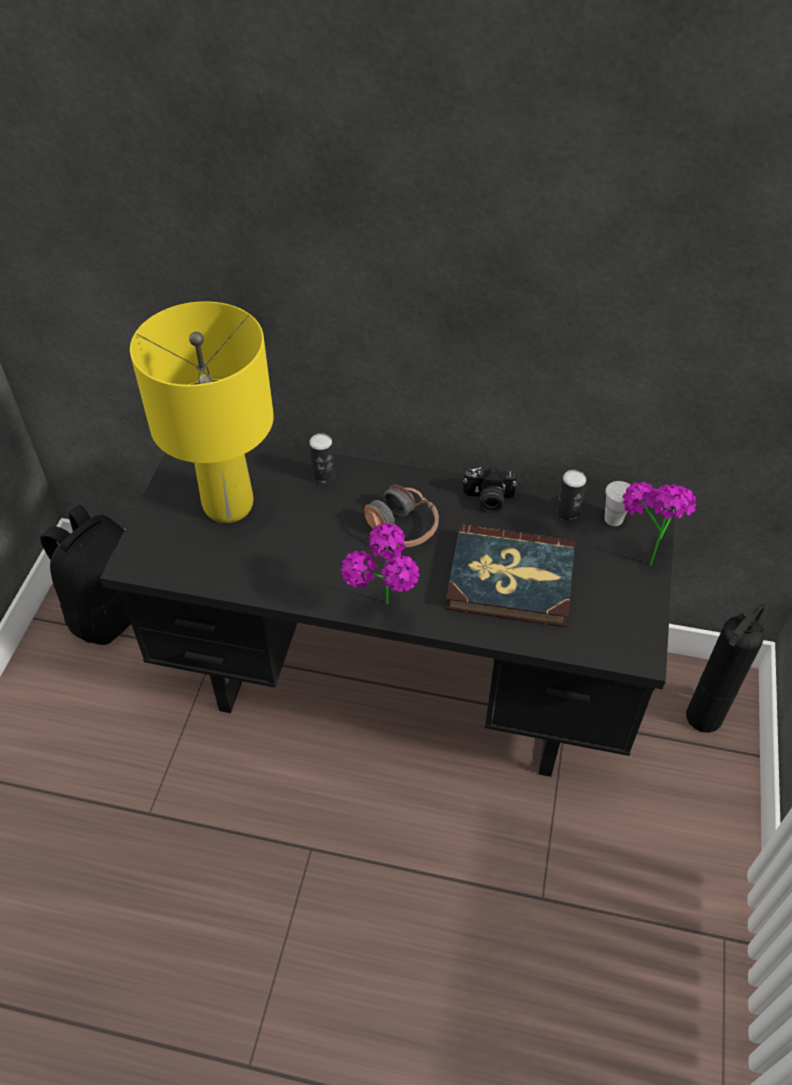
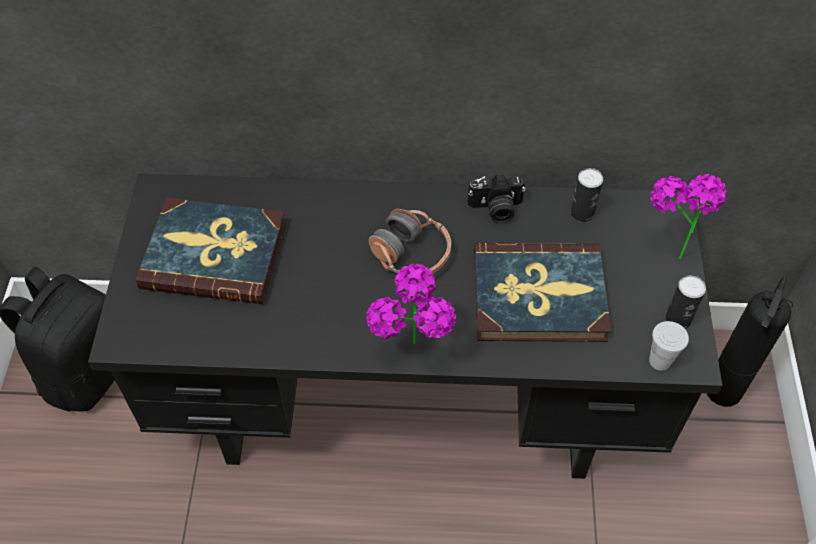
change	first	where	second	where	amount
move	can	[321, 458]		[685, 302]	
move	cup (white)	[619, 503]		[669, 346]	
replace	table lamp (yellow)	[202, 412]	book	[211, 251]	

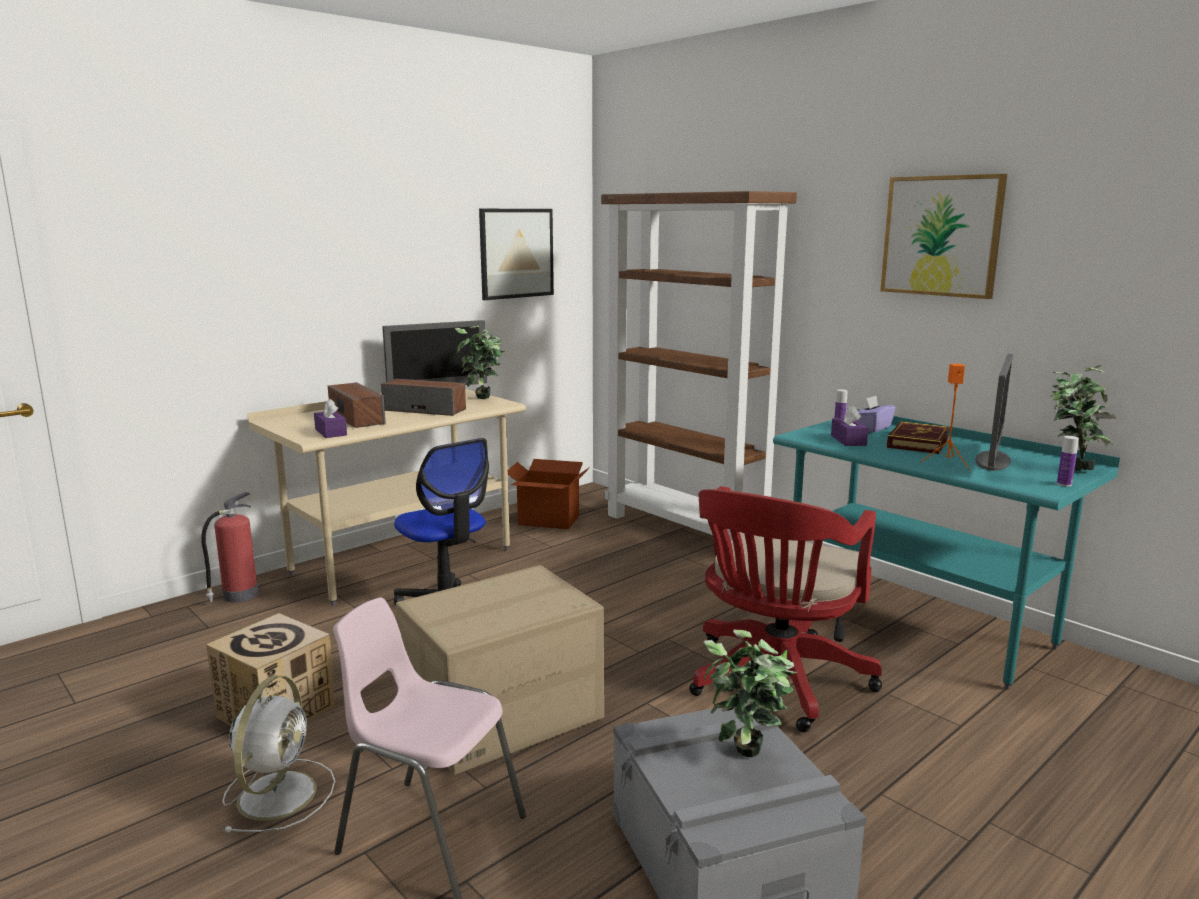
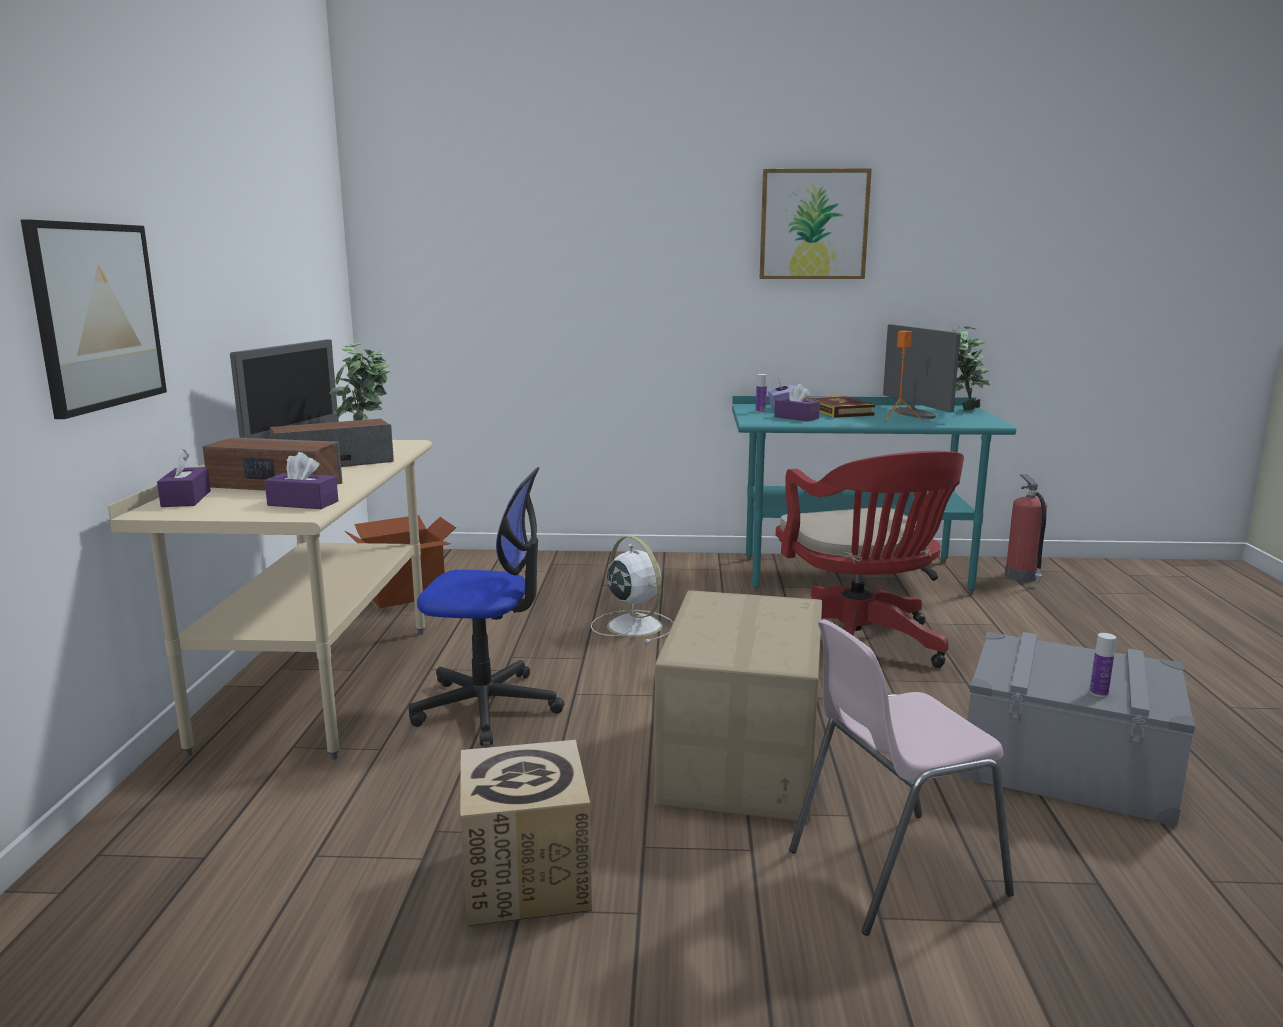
change	first	where	second	where	amount
delete	bookcase (brown)	[699, 366]			
delete	potted plant	[750, 693]			
insert			tissue box (purple)	[184, 478]	
move	fire extinguisher	[229, 547]		[1026, 528]	
move	fan (white)	[278, 754]		[632, 589]	
move	picture	[516, 254]		[94, 319]	
move	bottle	[1068, 461]		[1102, 665]	

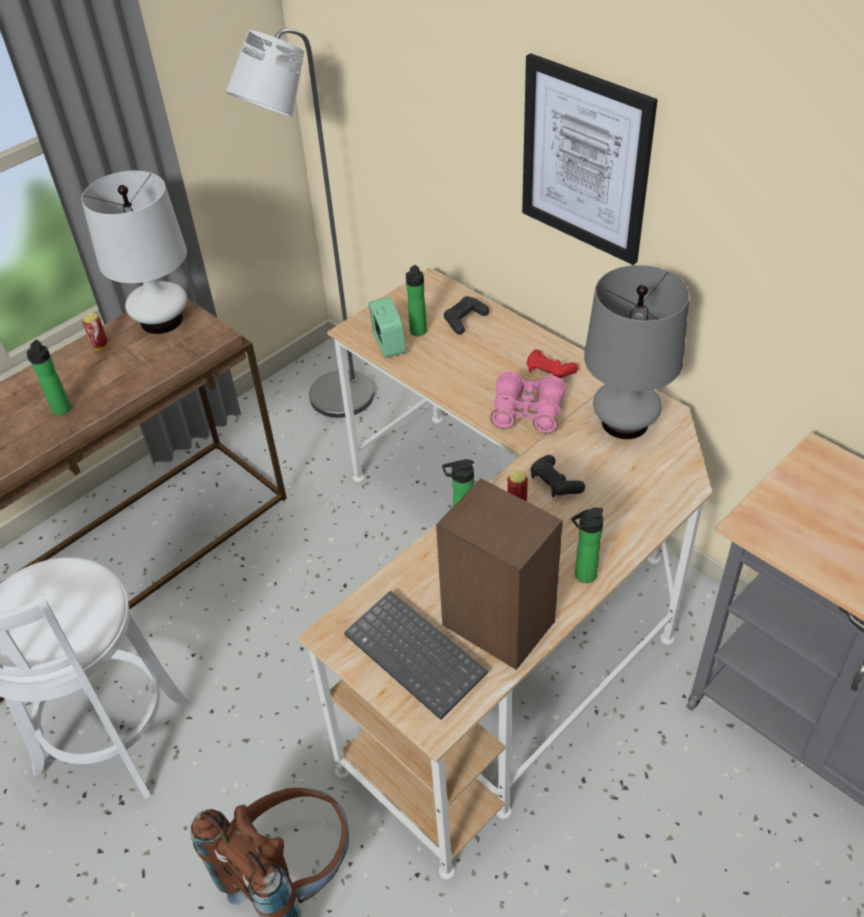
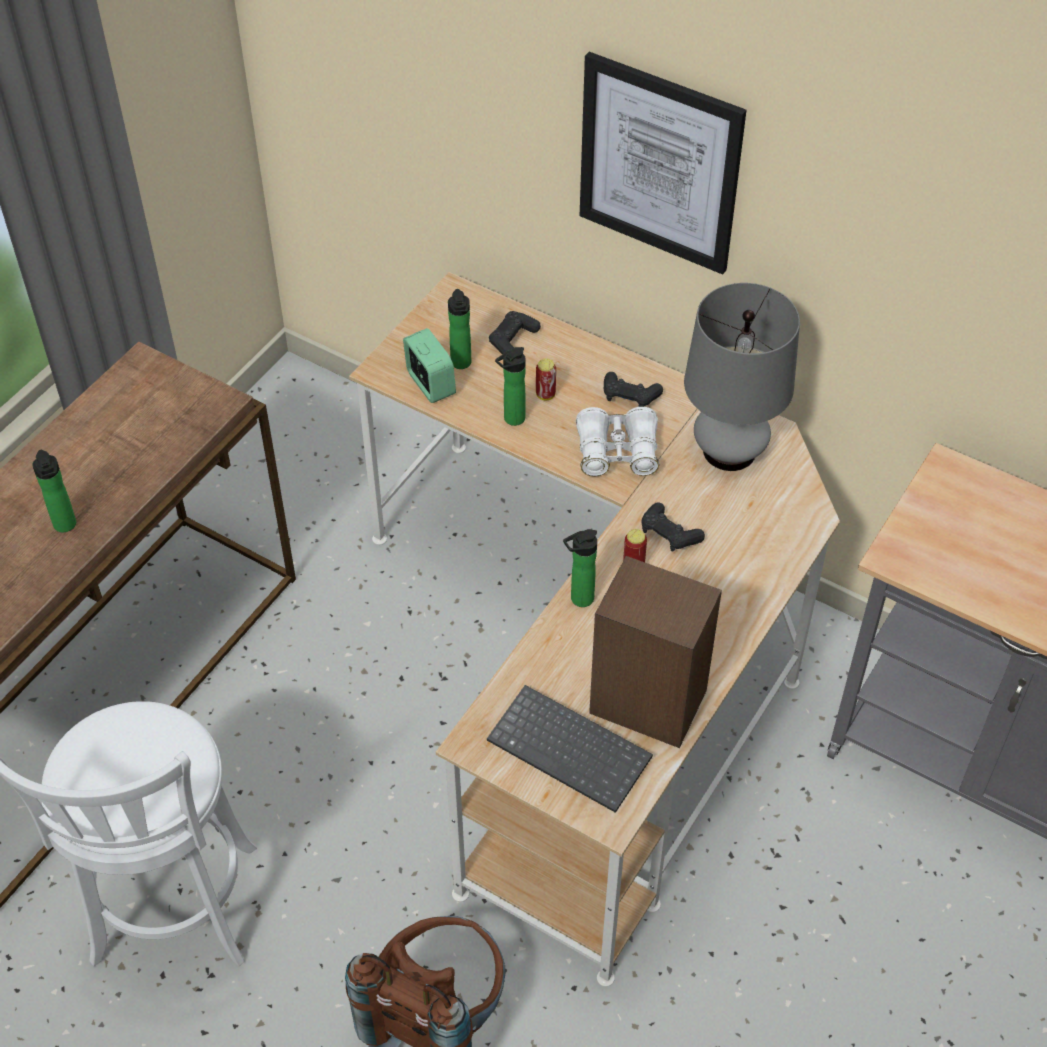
change	first	where	second	where	amount
delete	table lamp (white)	[134, 252]			
delete	floor lamp (grey)	[300, 223]			
move	can	[95, 331]		[546, 379]	
move	bottle	[587, 545]		[510, 386]	
recolor	binoculars (pink)	[528, 402]	binoculars (white)	[617, 442]	
recolor	game controller (red)	[552, 363]	game controller (black)	[633, 389]	

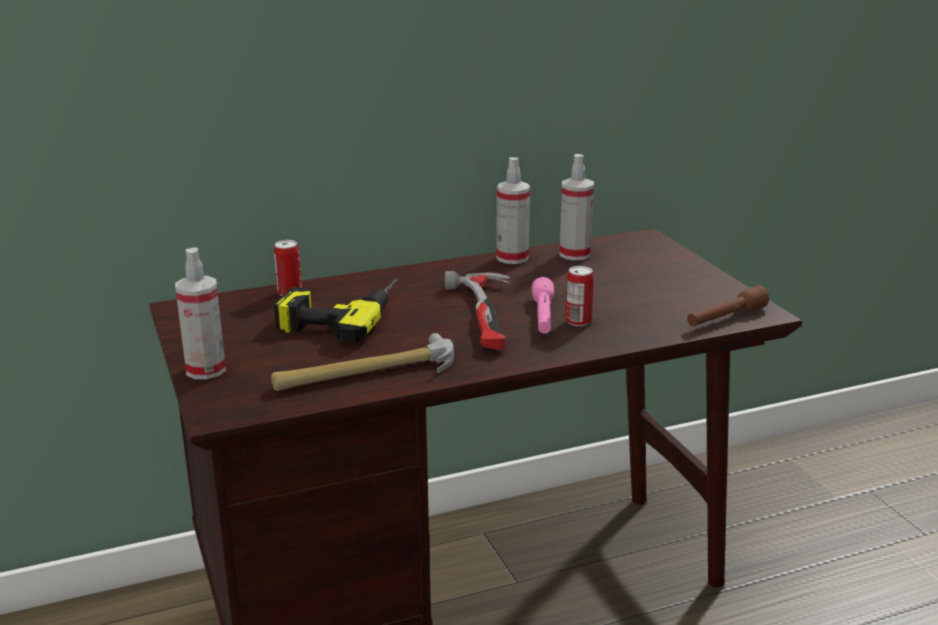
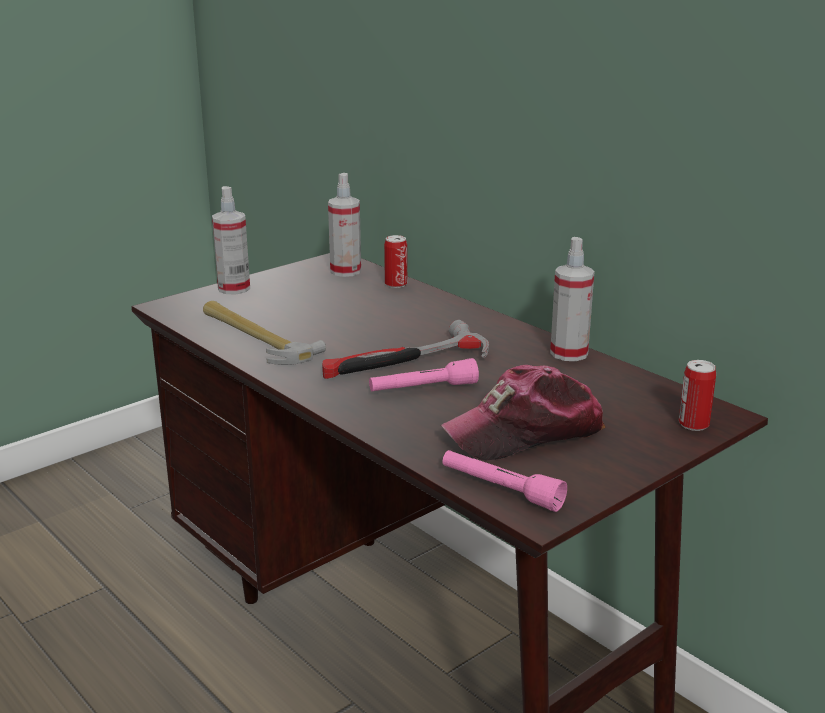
change	first	where	second	where	amount
delete	power drill	[336, 310]			
insert			cap	[523, 412]	
move	spray bottle	[577, 207]		[344, 225]	
move	can	[579, 296]		[697, 395]	
recolor	flashlight (brown)	[728, 305]	flashlight (pink)	[504, 481]	

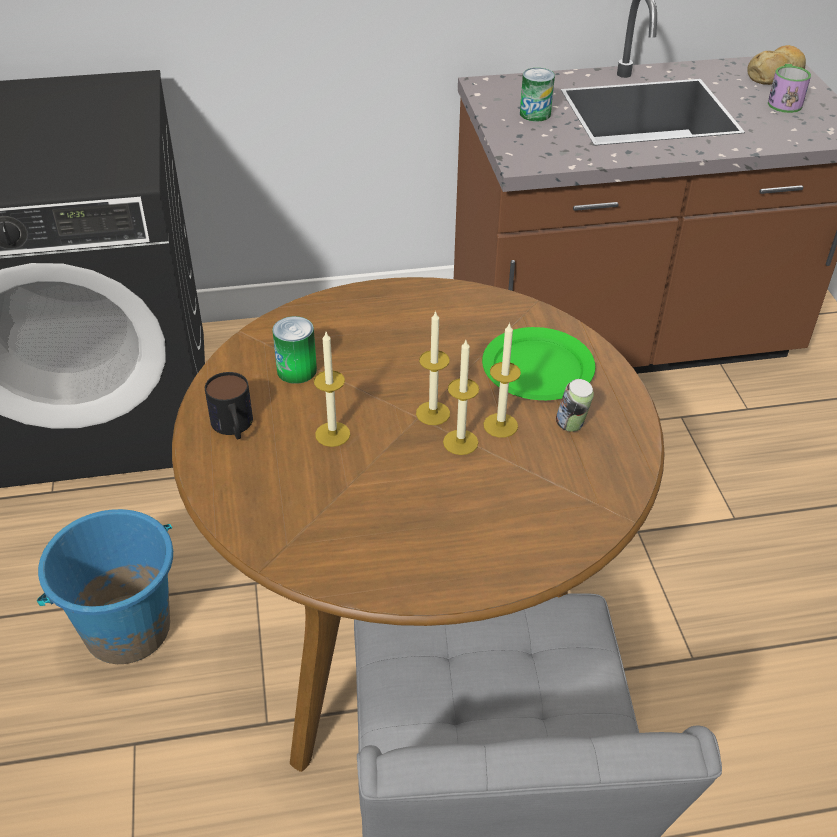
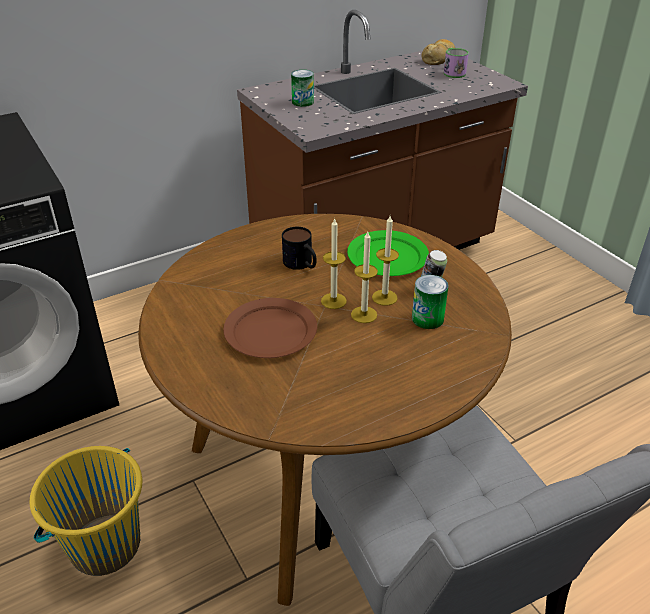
change	first	where	second	where	amount
move	mug	[229, 405]		[299, 248]	
move	can	[294, 350]		[430, 302]	
replace	candle	[332, 389]	plate (brown)	[270, 328]	
recolor	bucket (blue)	[105, 586]	bucket (yellow)	[86, 511]	

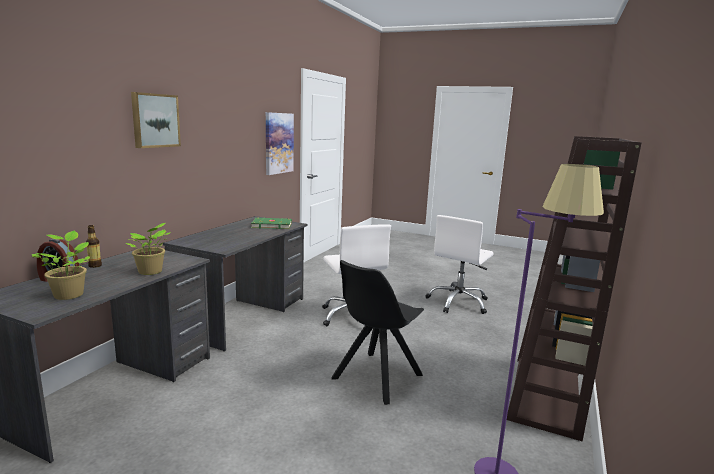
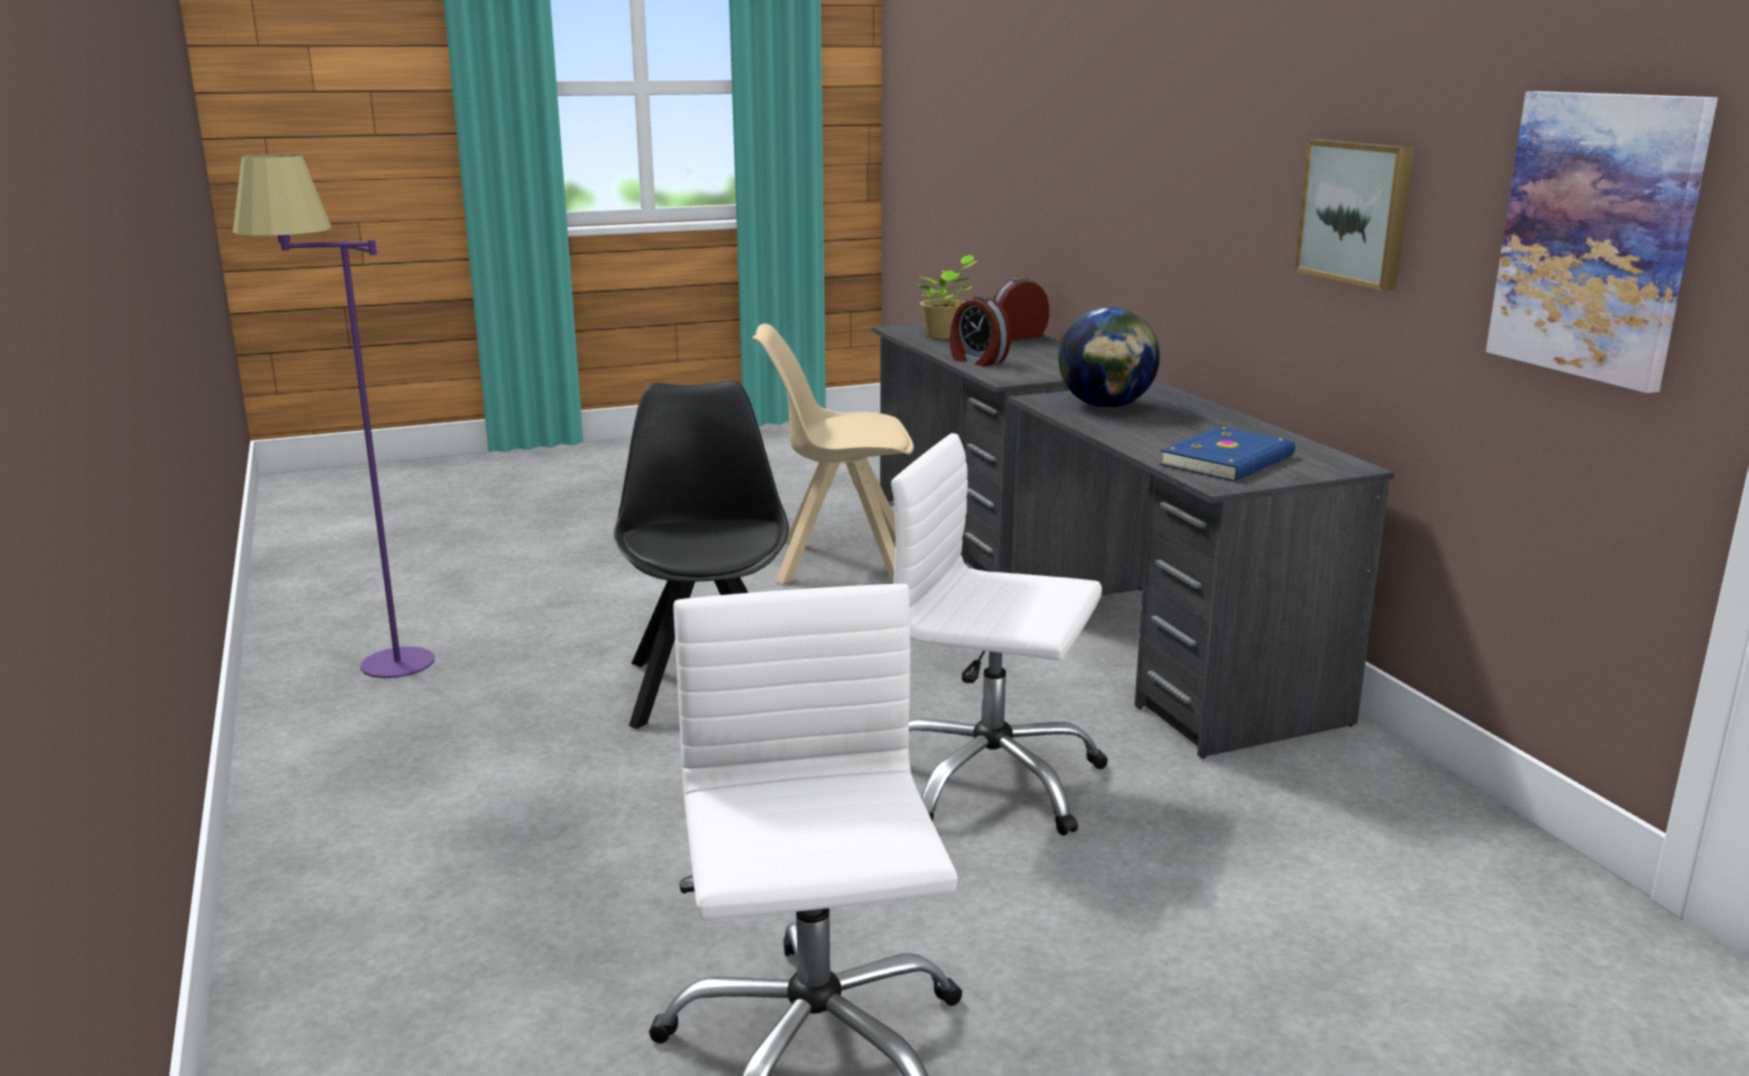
change	first	where	second	where	amount
delete	bottle	[94, 246]			
delete	bookcase (brown)	[574, 288]			
insert			chair (beige)	[833, 454]	
insert			globe	[1109, 357]	
move	picture	[156, 120]		[1354, 215]	
replace	potted plant	[148, 249]	alarm clock	[980, 331]	
recolor	book (green)	[271, 223]	book (blue)	[1227, 454]	

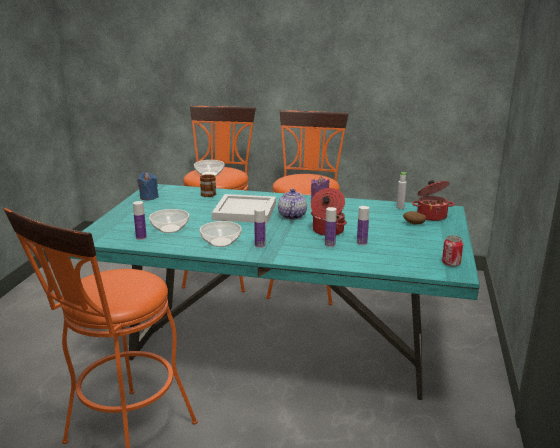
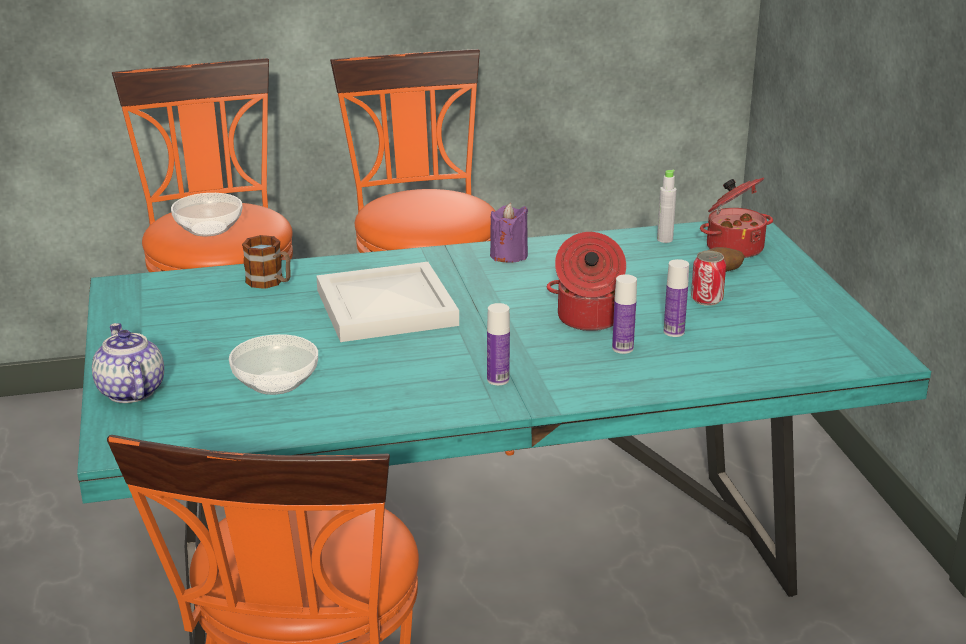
change	first	where	second	where	amount
delete	bottle	[140, 220]			
delete	candle (blue)	[148, 186]			
delete	bowl	[221, 234]			
move	teapot	[292, 204]		[128, 363]	
move	can	[452, 251]		[708, 278]	

